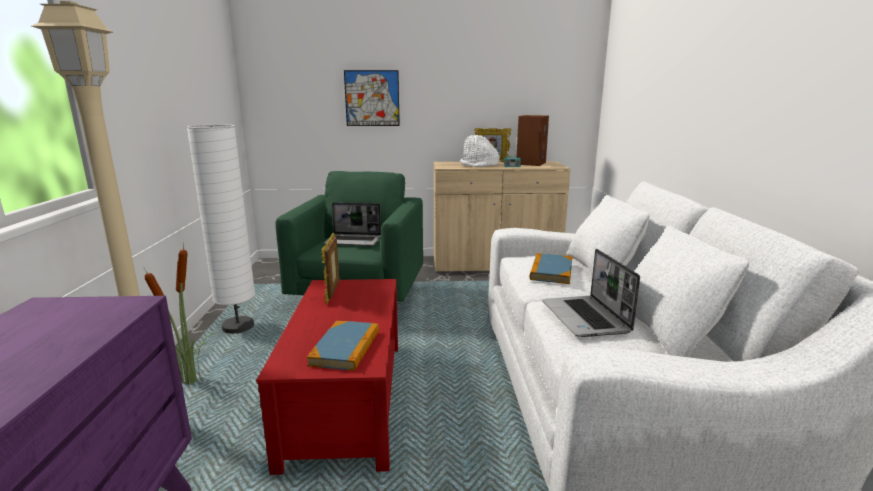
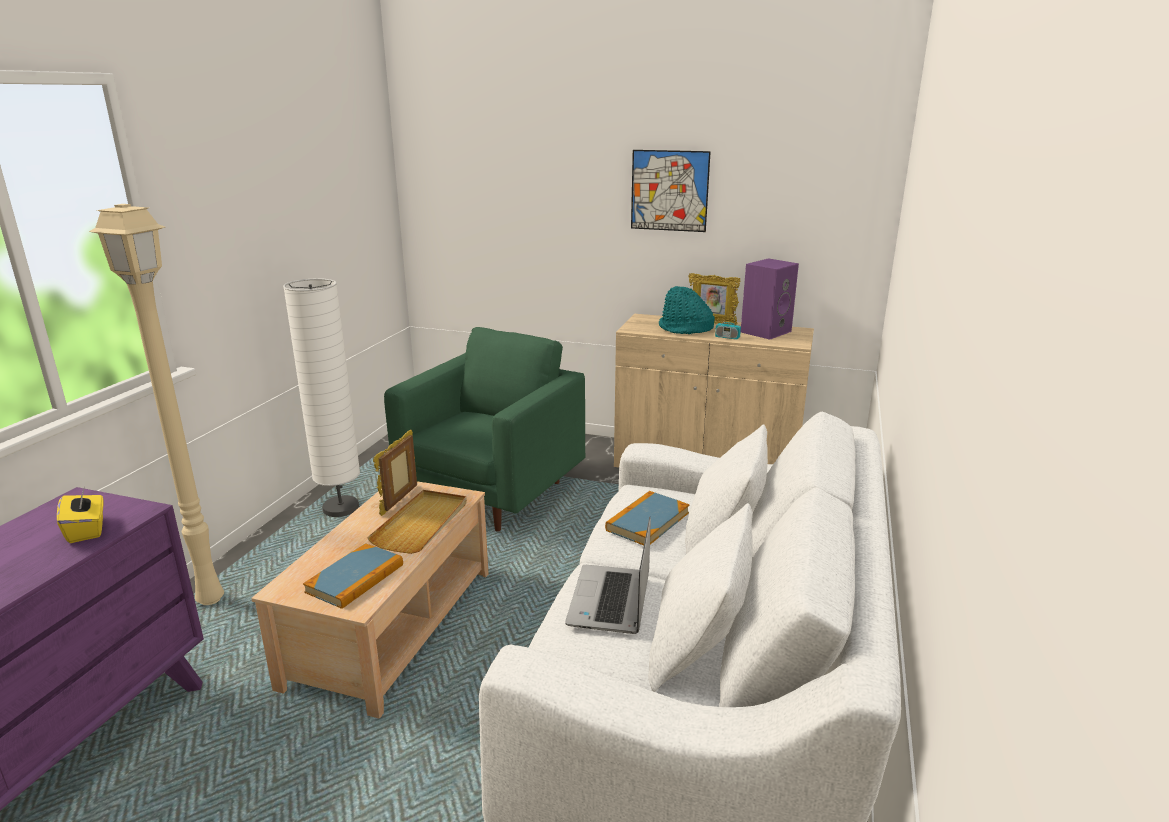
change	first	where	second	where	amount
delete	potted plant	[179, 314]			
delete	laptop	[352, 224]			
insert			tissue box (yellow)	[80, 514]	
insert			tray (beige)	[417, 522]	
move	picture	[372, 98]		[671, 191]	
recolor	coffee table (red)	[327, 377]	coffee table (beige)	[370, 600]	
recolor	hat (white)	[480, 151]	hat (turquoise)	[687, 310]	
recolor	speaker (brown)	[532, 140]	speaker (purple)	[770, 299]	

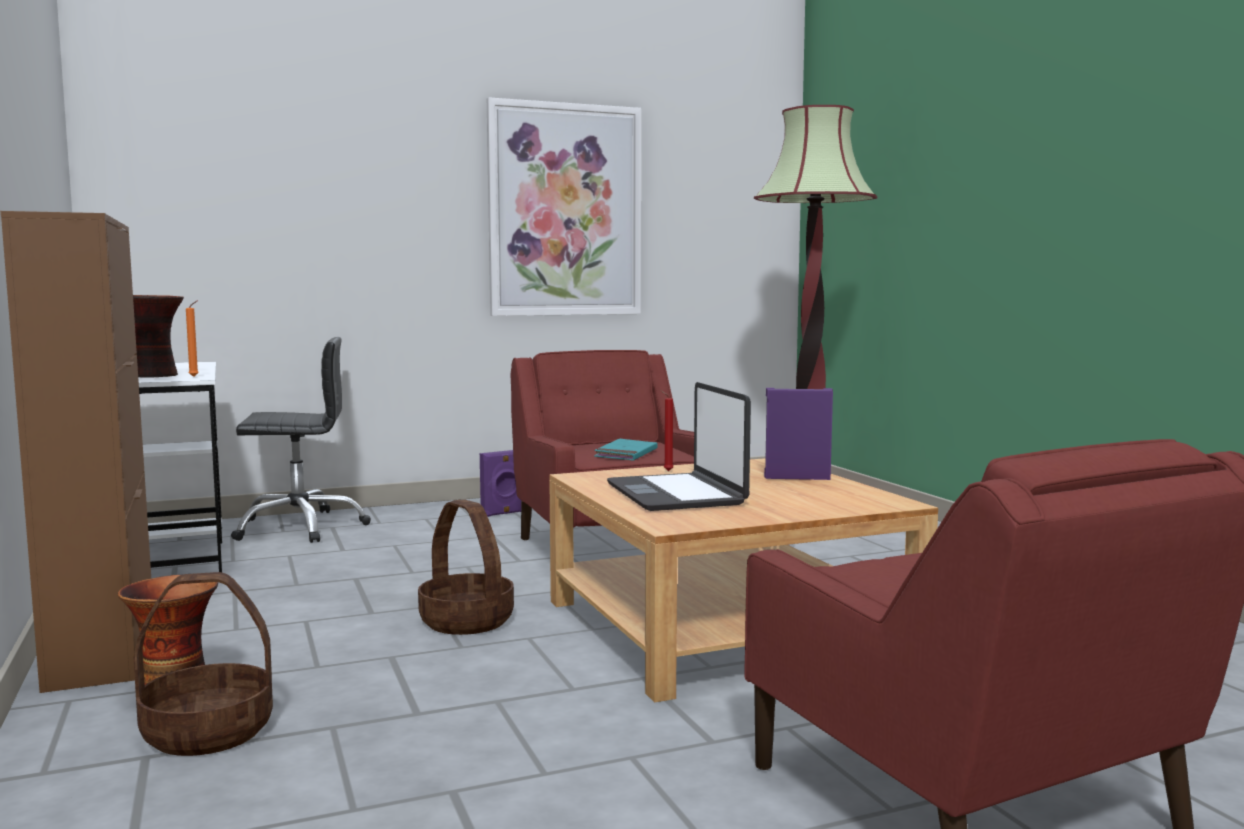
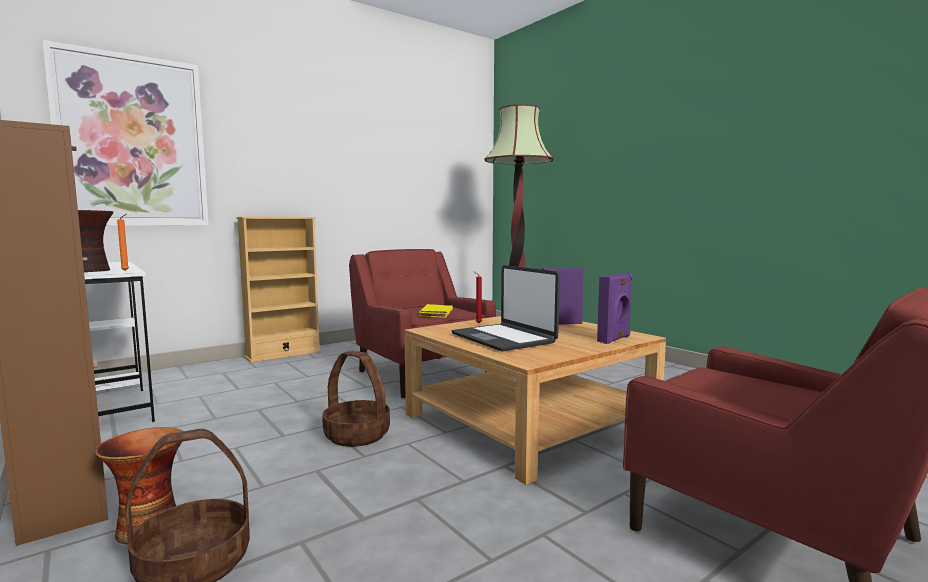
change	first	where	second	where	amount
delete	office chair (black)	[301, 440]			
insert			bookcase (beige)	[278, 289]	
move	speaker (purple)	[500, 483]		[615, 308]	
move	picture	[564, 206]		[125, 133]	
recolor	book (turquoise)	[626, 450]	book (yellow)	[436, 311]	

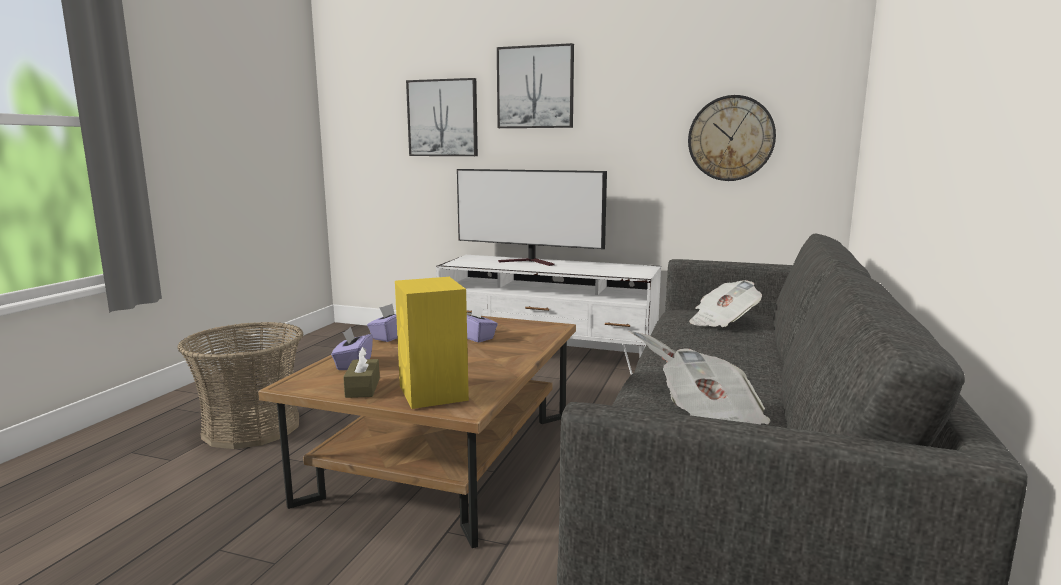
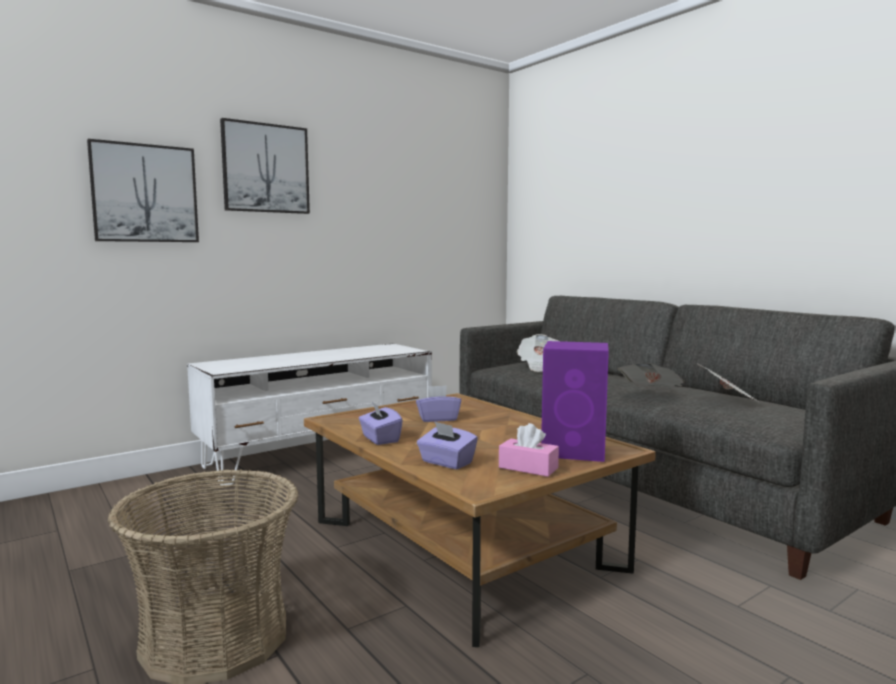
change	first	where	second	where	amount
delete	television	[532, 217]			
delete	wall clock	[732, 138]			
recolor	tissue box (brown)	[361, 372]	tissue box (pink)	[529, 450]	
recolor	speaker (yellow)	[432, 343]	speaker (purple)	[575, 401]	

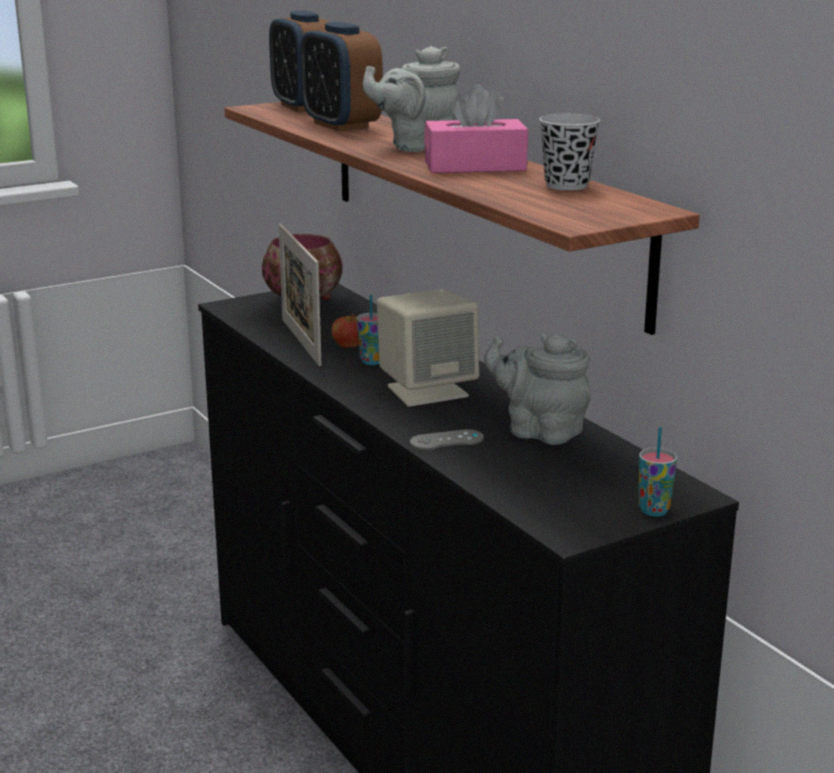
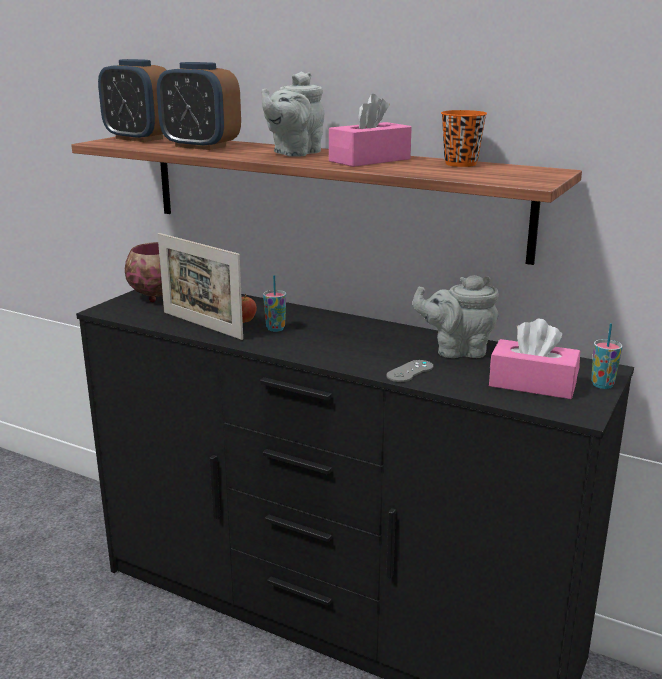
change	first	where	second	where	amount
delete	speaker (beige)	[428, 348]			
insert			tissue box (pink)	[534, 358]	
recolor	cup (black)	[569, 152]	cup (orange)	[464, 138]	

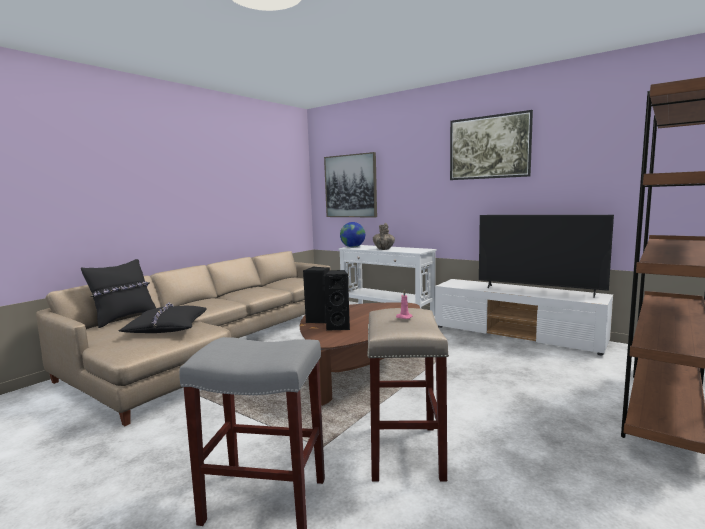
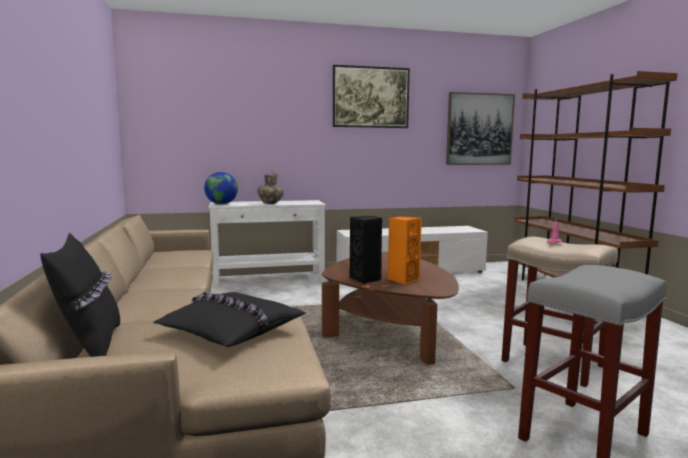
change	first	where	second	where	amount
delete	television	[546, 256]			
move	picture	[350, 184]		[480, 128]	
recolor	speaker (black)	[337, 300]	speaker (orange)	[405, 250]	

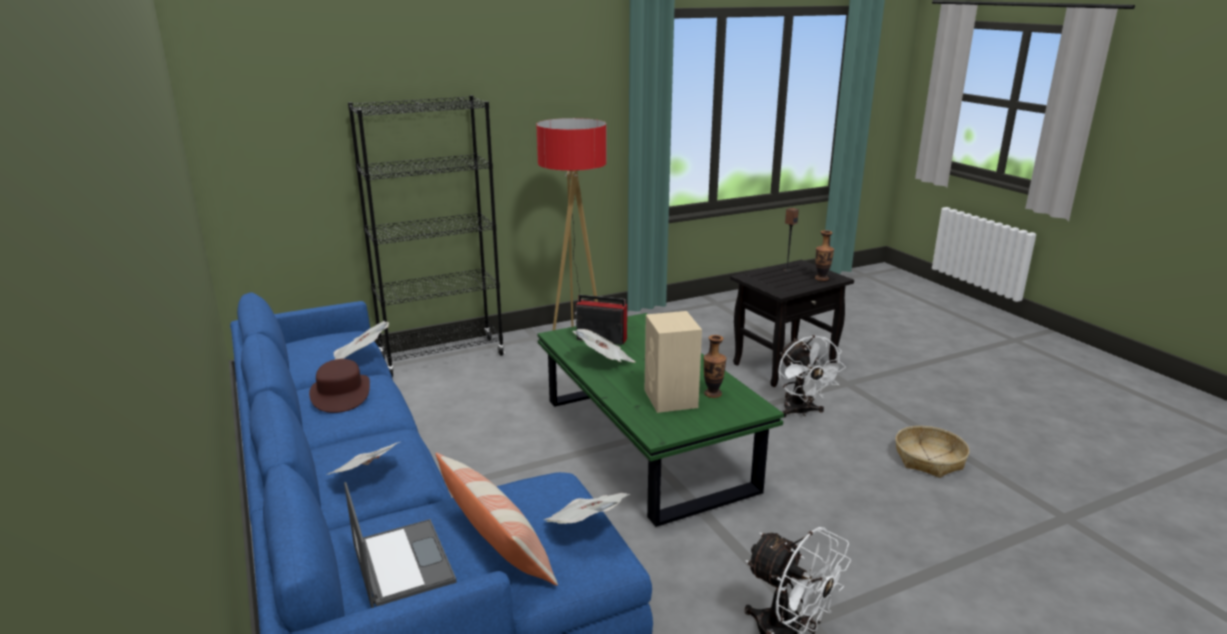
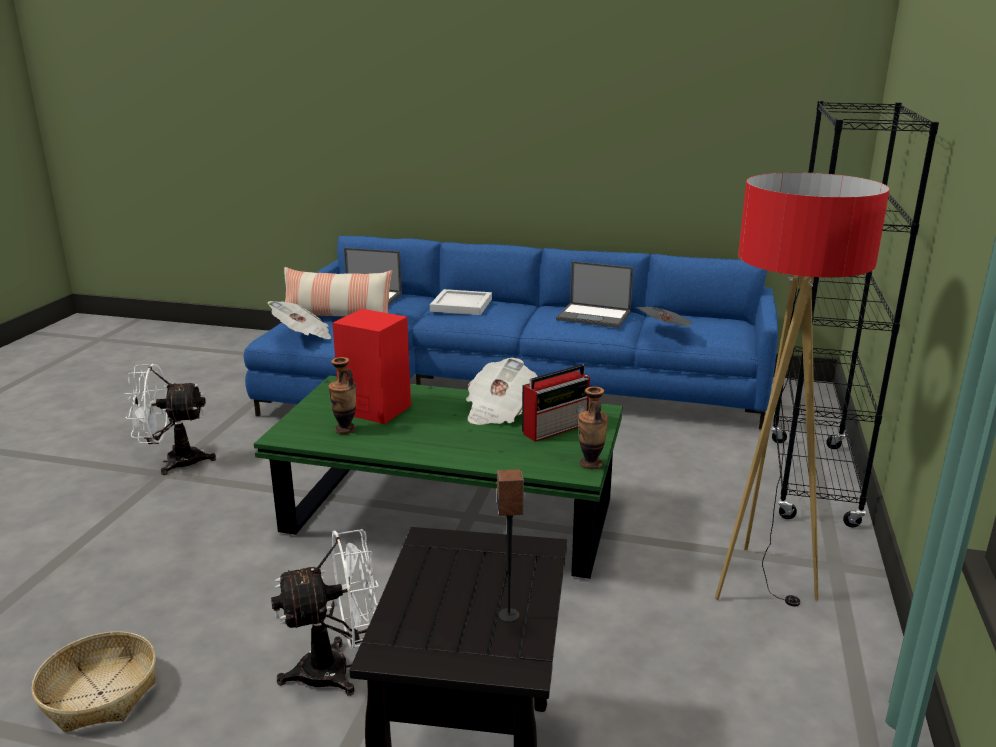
change	first	where	second	where	amount
move	vase	[824, 255]		[593, 427]	
replace	hat (brown)	[339, 386]	laptop	[594, 294]	
replace	newspaper	[363, 458]	tray (white)	[461, 302]	
recolor	speaker (beige)	[673, 362]	speaker (red)	[371, 366]	
rotate	fan (white)	[812, 376]		[325, 612]	135 degrees clockwise

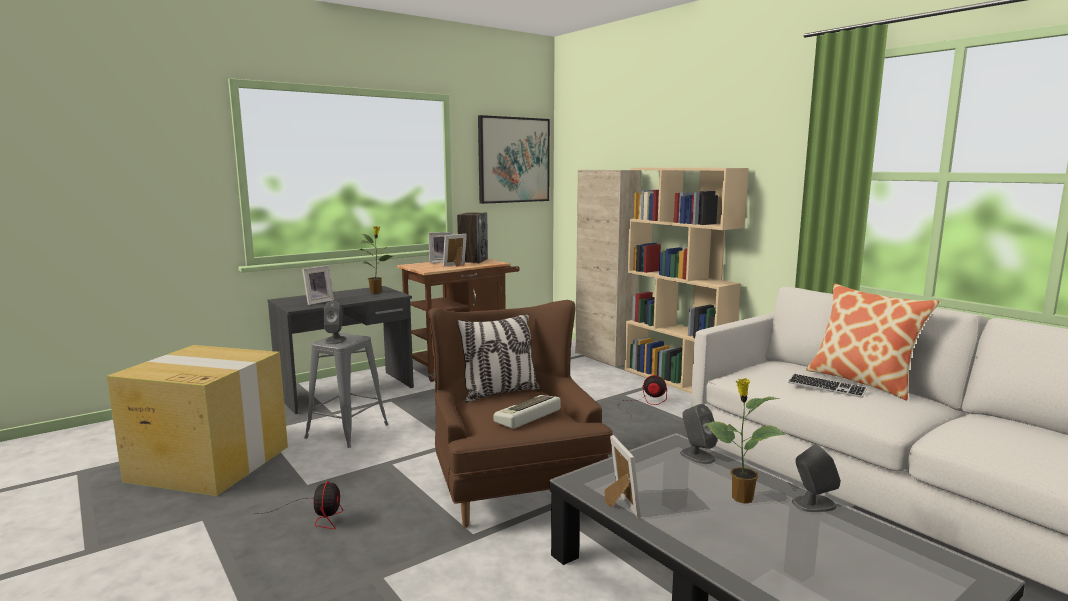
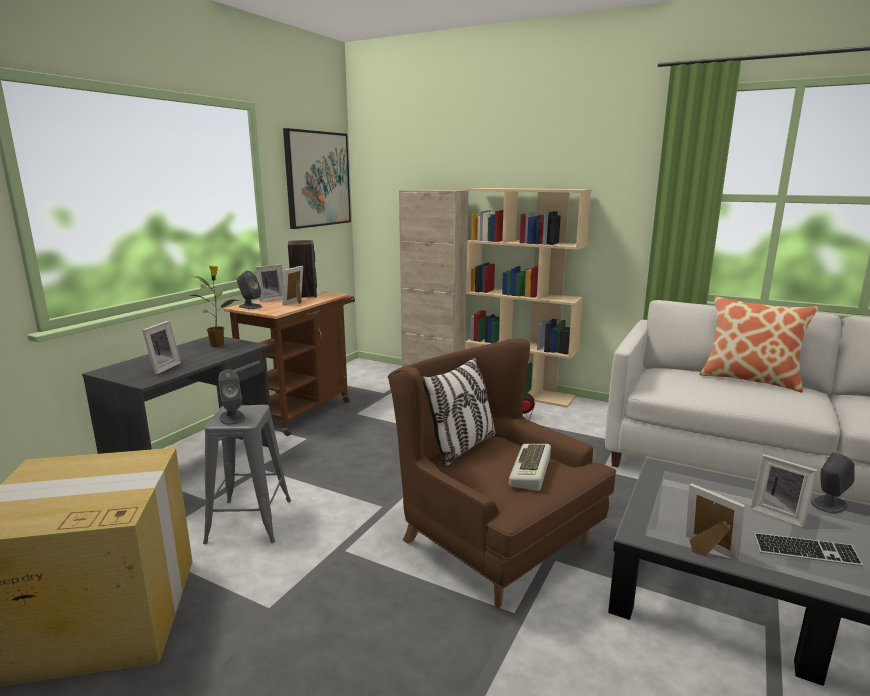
change	first	where	second	where	amount
delete	fan	[298, 505]			
move	speaker (grey)	[699, 434]		[249, 290]	
move	keyboard	[827, 386]		[808, 549]	
replace	potted plant	[745, 441]	picture frame	[784, 491]	

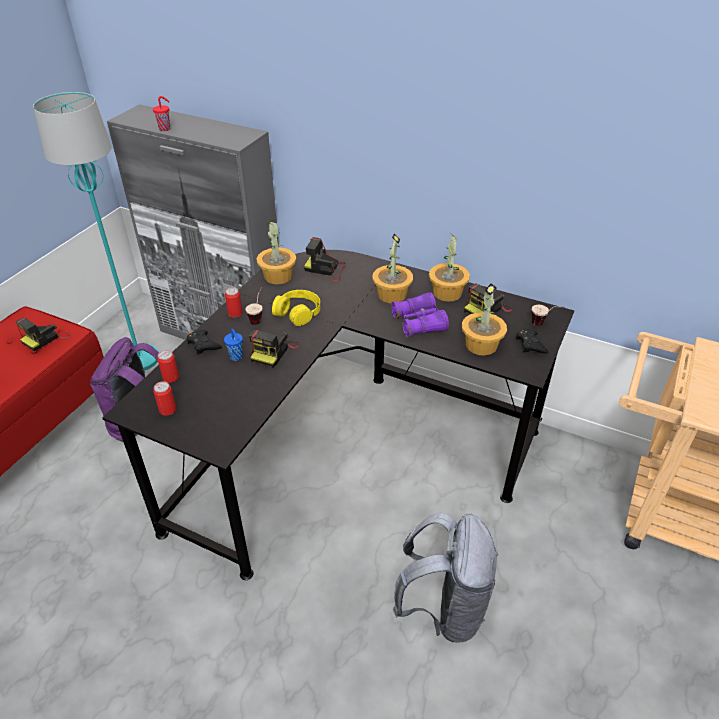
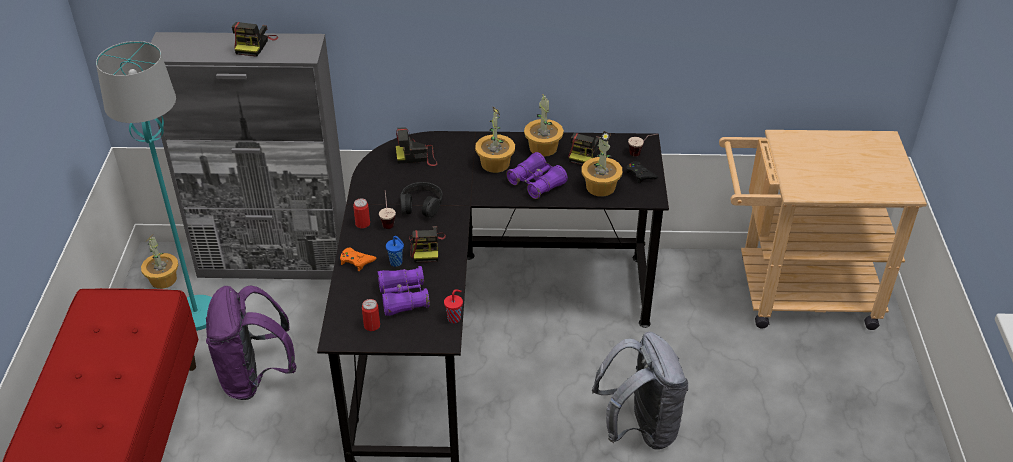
change	first	where	second	where	amount
delete	can	[168, 366]			
insert			binoculars (purple)	[403, 291]	
move	photo camera	[42, 334]		[255, 39]	
move	cup (red)	[161, 113]		[453, 306]	
move	potted plant	[276, 251]		[160, 262]	
recolor	game controller (black)	[204, 342]	game controller (orange)	[358, 259]	
recolor	headphones (yellow)	[296, 308]	headphones (black)	[421, 200]	

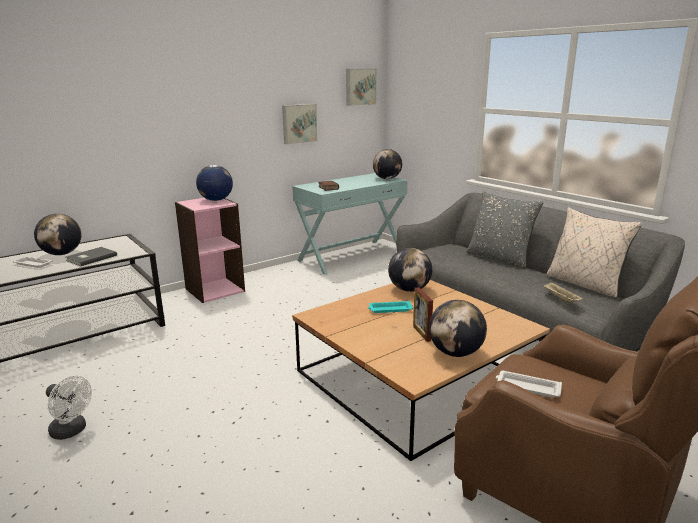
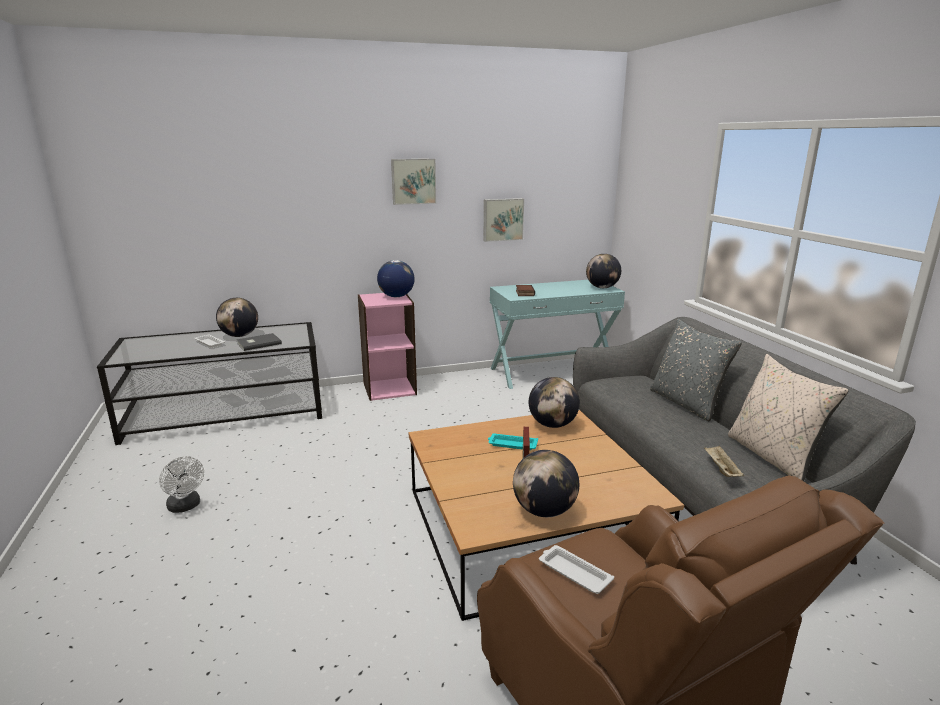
change	first	where	second	where	amount
move	picture	[361, 87]		[413, 182]	

